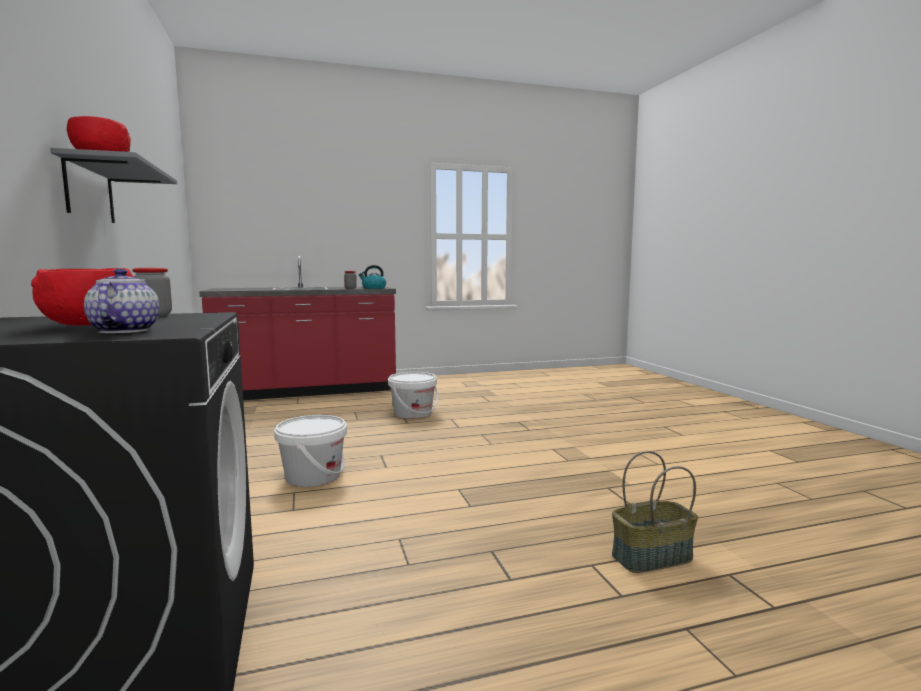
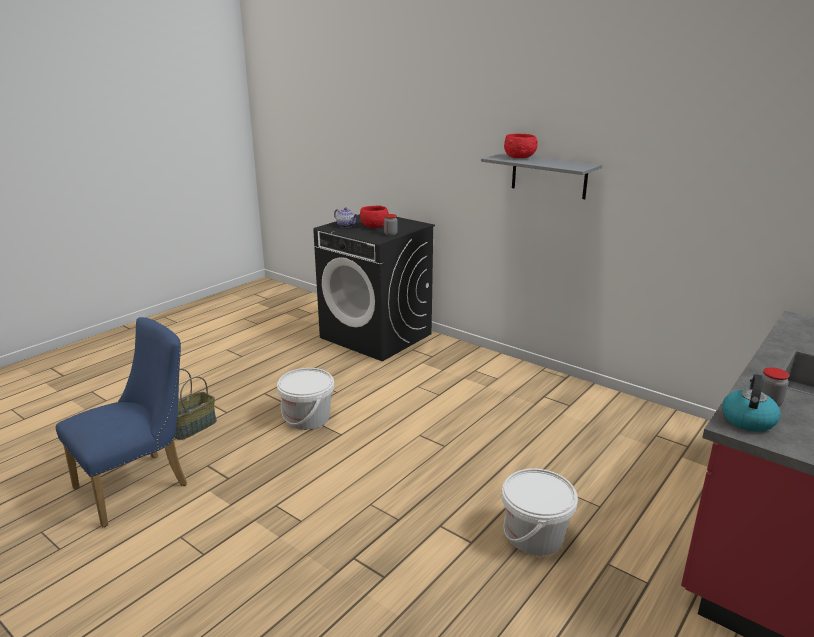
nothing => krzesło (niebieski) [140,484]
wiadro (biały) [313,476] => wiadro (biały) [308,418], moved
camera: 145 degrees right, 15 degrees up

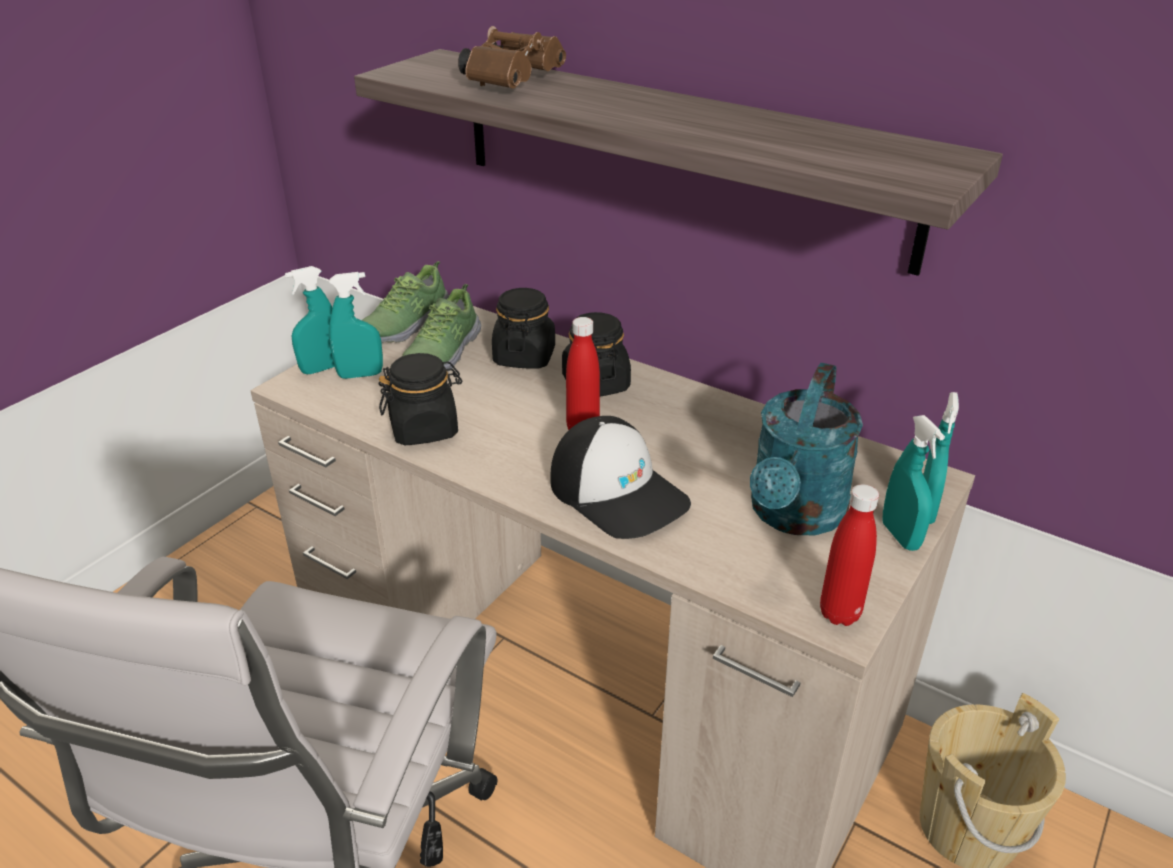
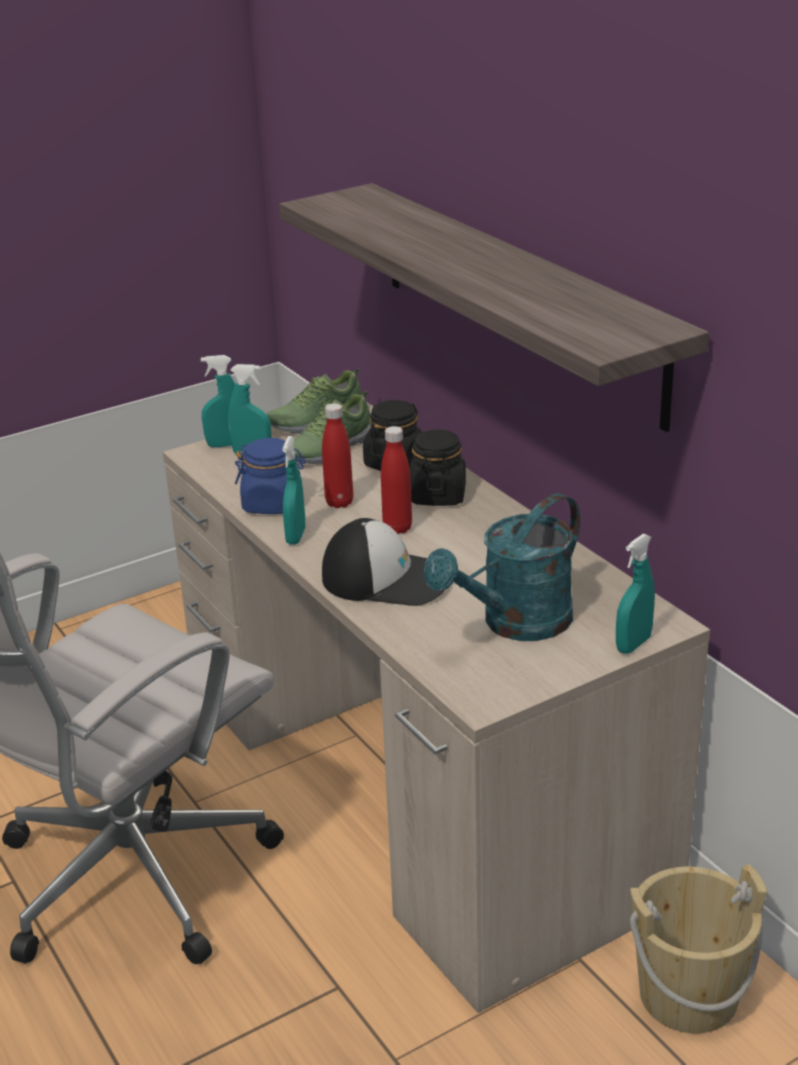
lornetka (brązowy) [514,81] => nothing
butelka (czerwony) [839,613] => butelka (czerwony) [339,502], moved
spryskiwacz (turkusowy) [900,536] => spryskiwacz (turkusowy) [296,536], moved
słoik (czarny) [424,429] => słoik (niebieski) [273,504]
czapka z daszkiem [618,492] => czapka z daszkiem [388,578], 60 degrees counterclockwise
camera: 25 degrees right, 5 degrees down

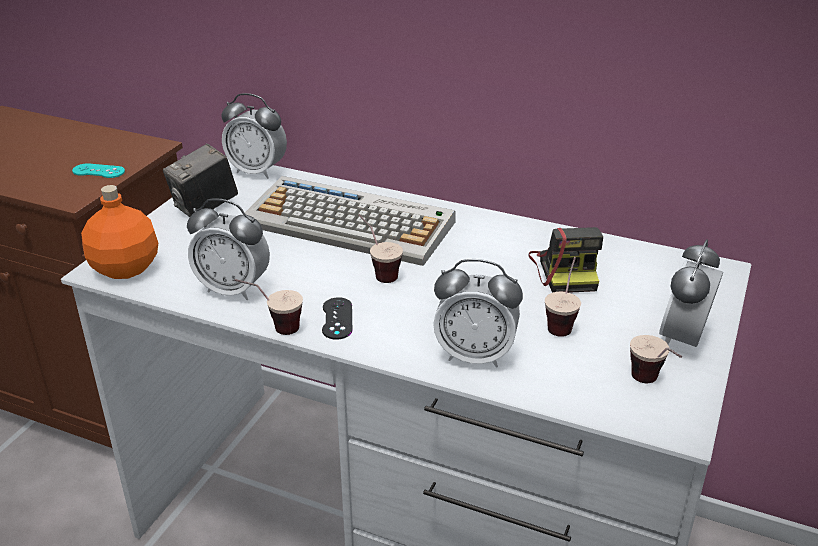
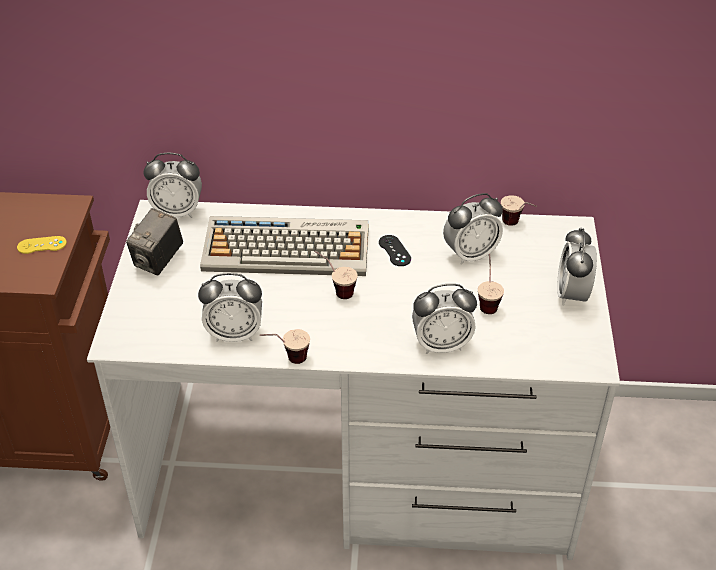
butelka (pomarańczowy) [124,267] => nothing
pad do gier (czarny) [337,318] => pad do gier (czarny) [394,251], moved
filiżanka [652,385] => filiżanka [517,226], moved
aparat fotograficzny [566,270] => budzik [470,254]
pad do gier (turkusowy) [98,171] => pad do gier (żółty) [42,245]
camera: 20 degrees left, 10 degrees up

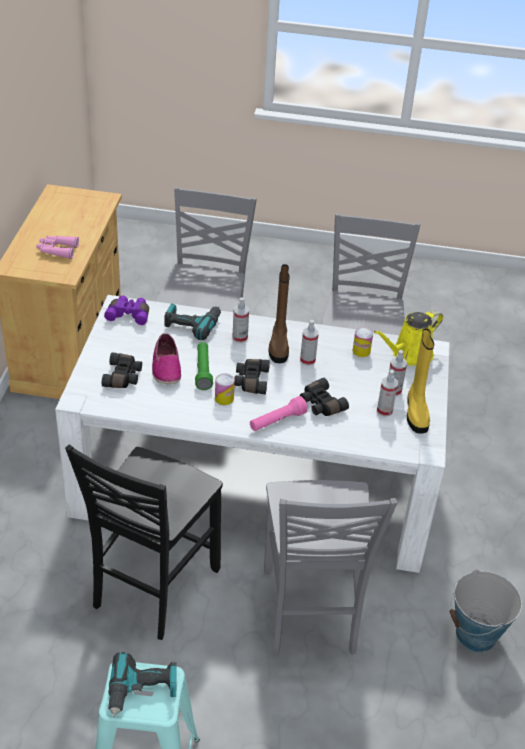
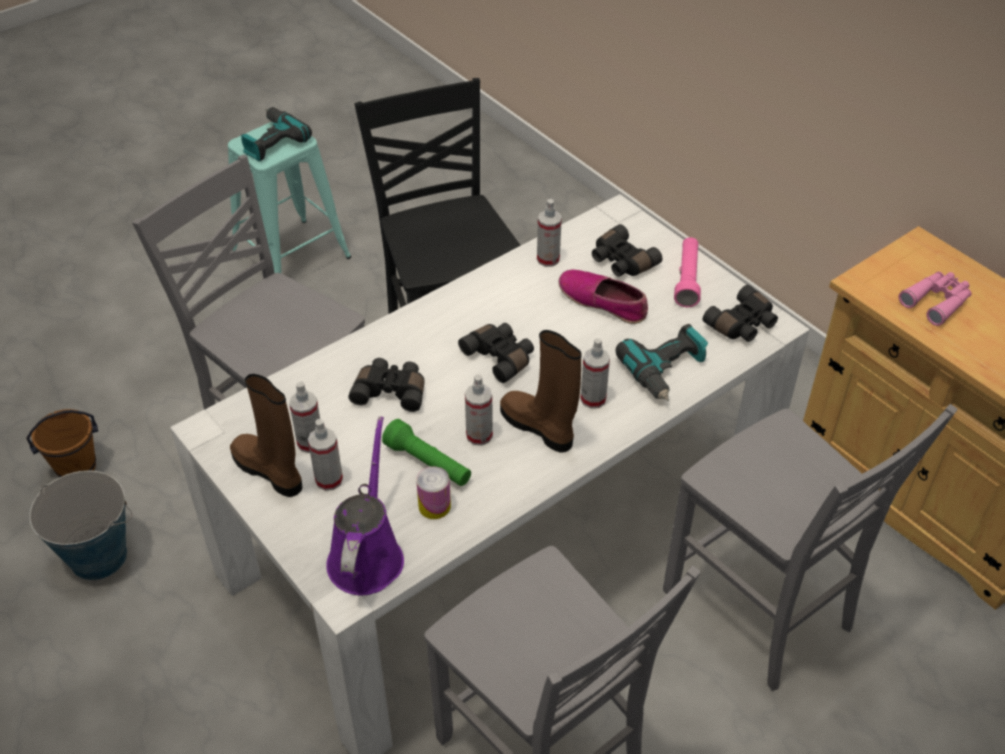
puszka [224,398] => nothing
nothing => wiadro (brązowy) [76,468]
nothing => spryskiwacz [548,259]
latarka (zielony) [203,371] => latarka (zielony) [428,463], moved
latarka (różowy) [277,421] => latarka (różowy) [687,279], moved
lornetka (fioletowy) [129,314] => lornetka (czarny) [742,325]
konewka (żółty) [409,355] => konewka (fioletowy) [367,555]
but z cholewką (żółty) [416,412] => but z cholewką (brązowy) [270,471]
camera: 135 degrees right, 5 degrees up

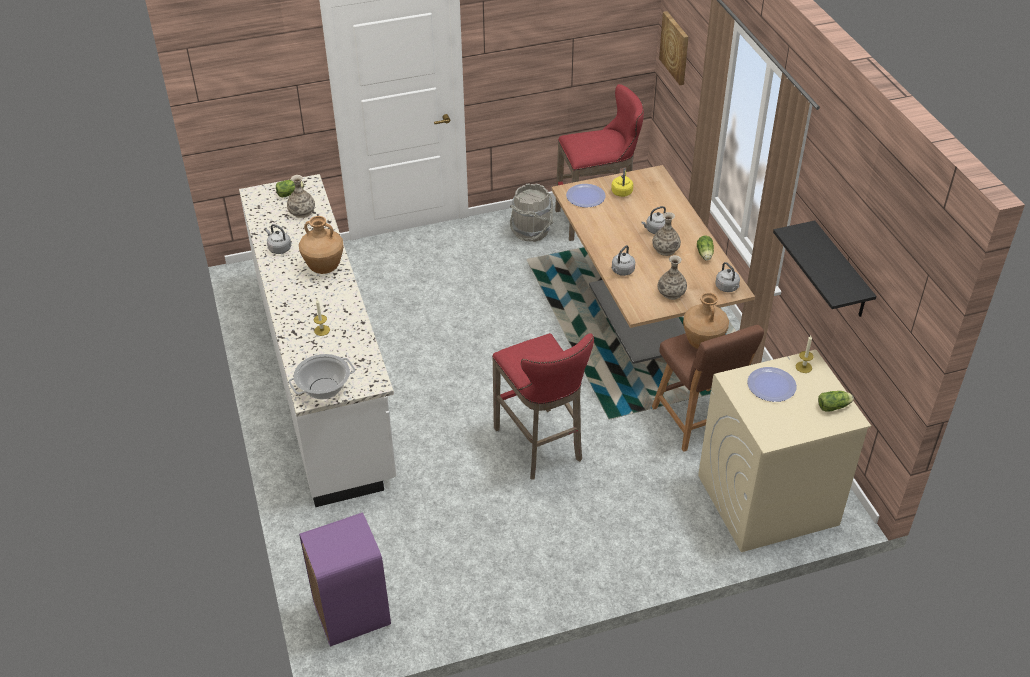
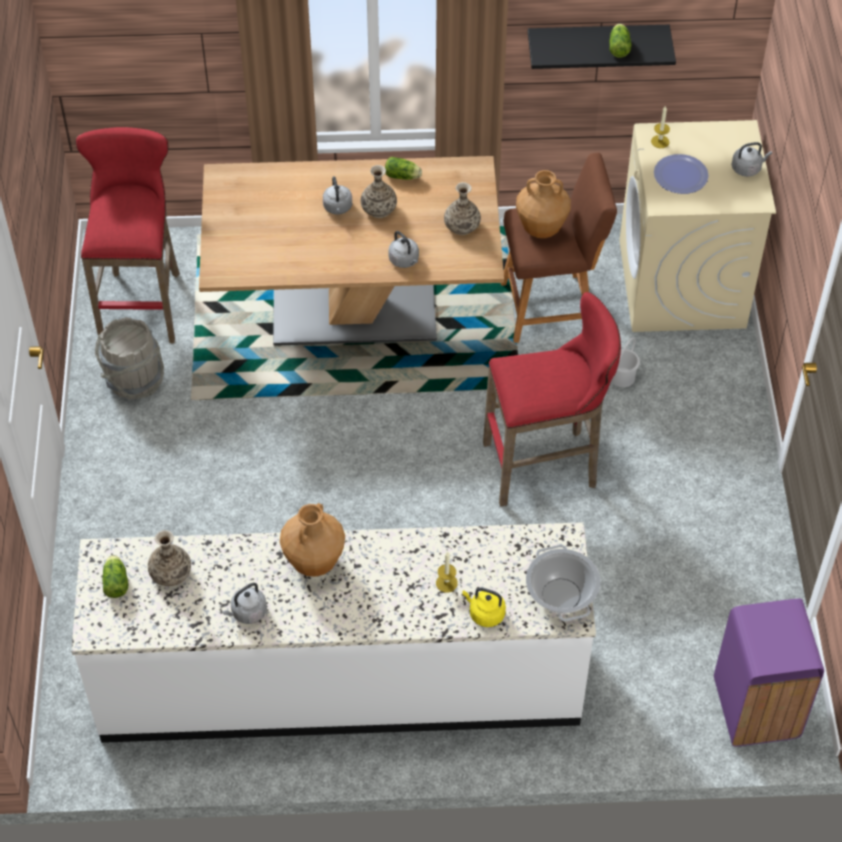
talerz [585,196] => nothing
obraz [675,47] => nothing
nothing => wiadro (biały) [622,377]
czajnik (żółty) [622,191] => czajnik (żółty) [485,614], moved
czajnik (szary) [727,288] => czajnik (szary) [747,168], moved
sałata [834,406] => sałata [619,46], moved
camera: 75 degrees left, 10 degrees up

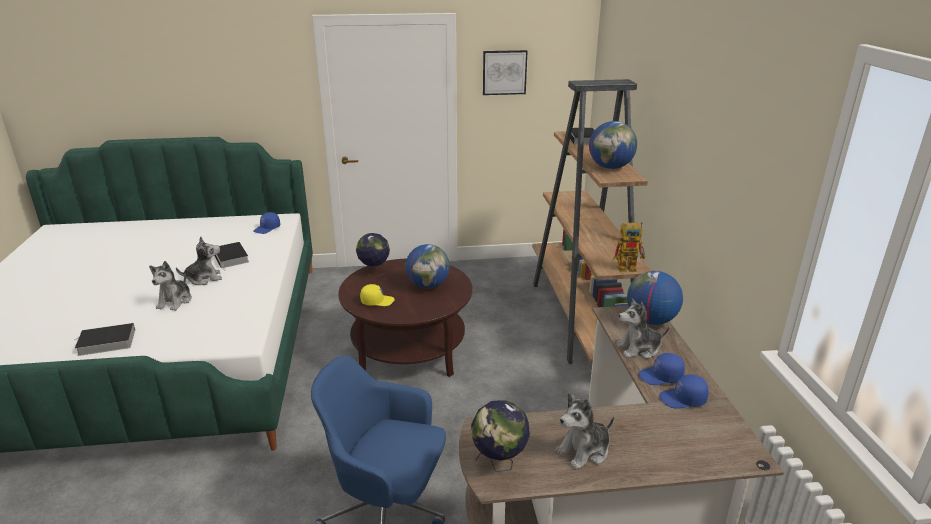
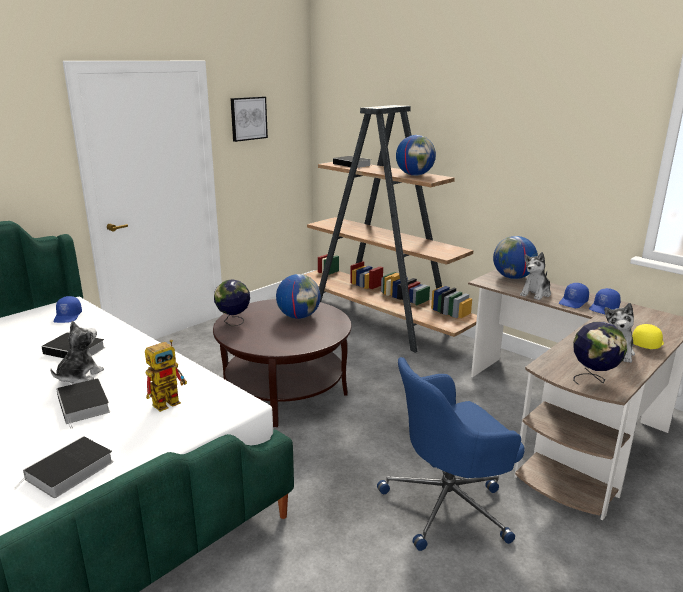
czapka z daszkiem (żółty) [377,301] => czapka z daszkiem (żółty) [646,343], moved
robot zabawkowy [630,267] => robot zabawkowy [170,401], moved
pluszak [175,301] => książka [84,405]
camera: 40 degrees left, 5 degrees down

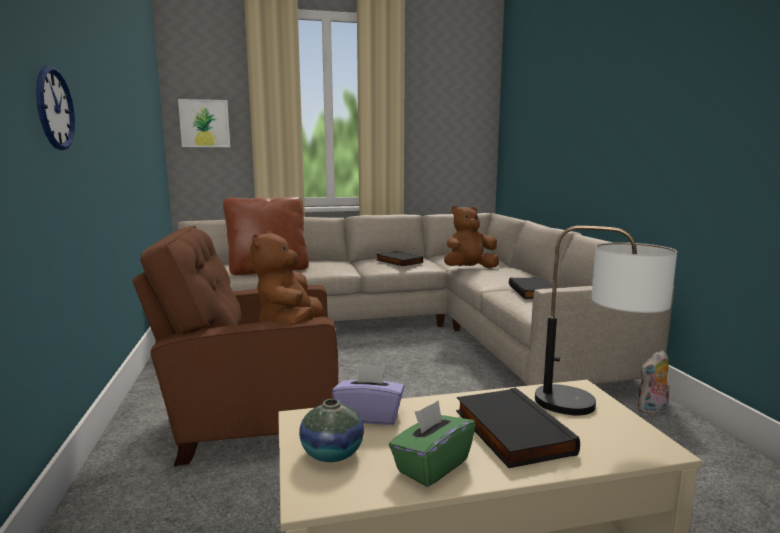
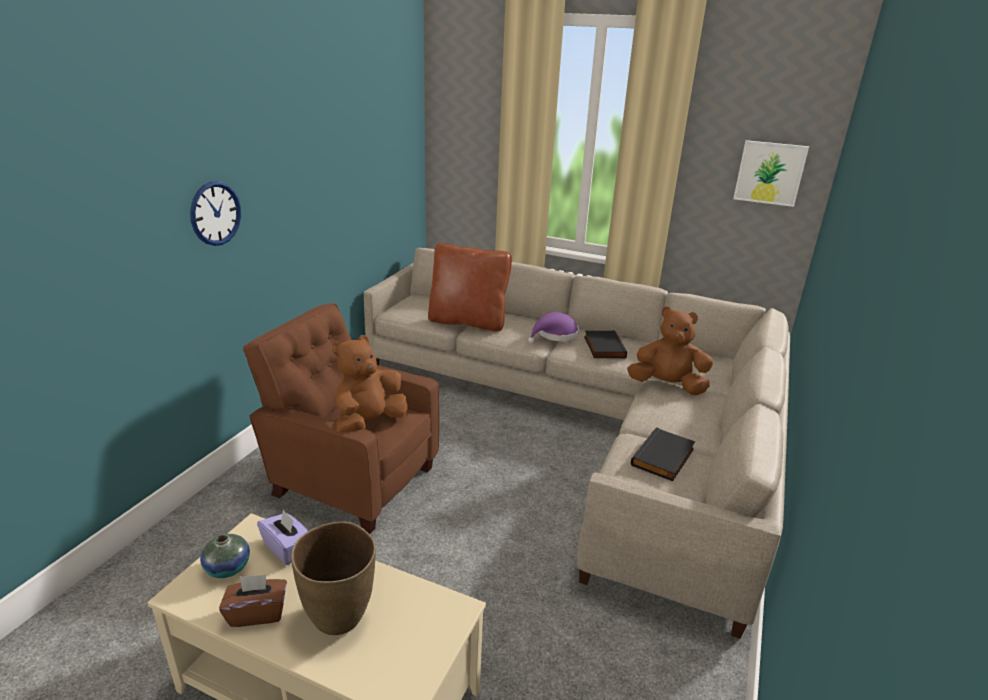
lampa stołowa [595,408] => nothing
pluszak [652,410] => nothing
nothing => kapelusz (fioletowy) [555,335]
obraz [204,123] => obraz [769,173], moved
książka (czarny) [509,432] => wazon (brązowy) [340,616]
pudełko chusteczek (zielony) [431,465] => pudełko chusteczek (brązowy) [257,613]
camera: 35 degrees right, 15 degrees up

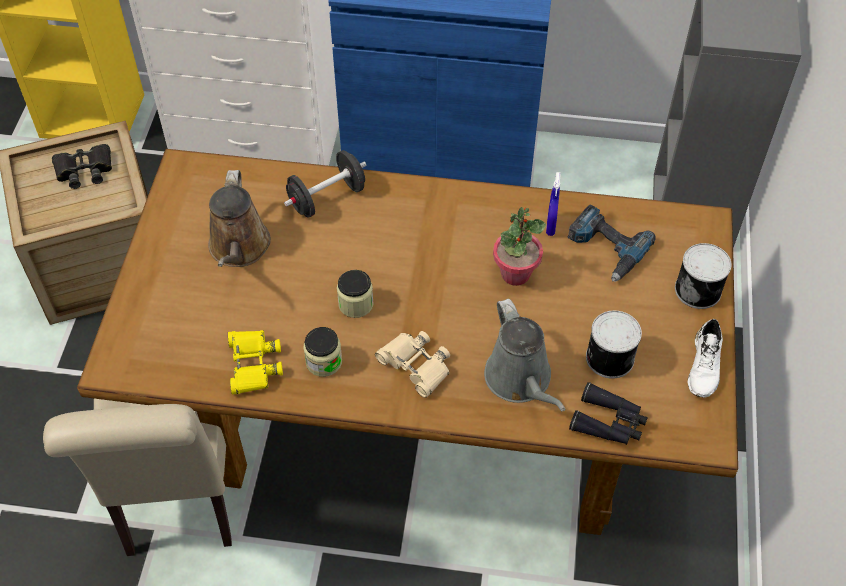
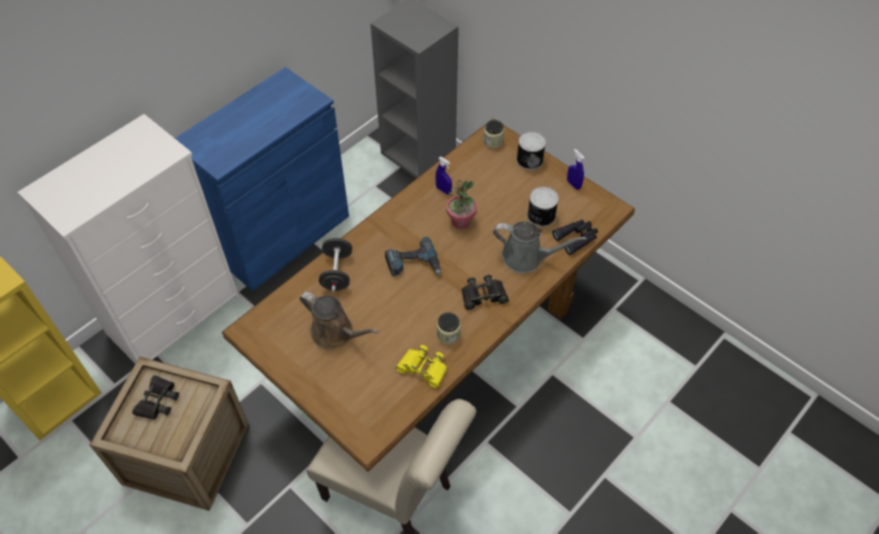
słoik [356,304] => słoik [493,141], moved
wiertarka [605,248] => wiertarka [413,264], moved
but (biały) [705,366] => spryskiwacz (niebieski) [573,184]
lornetka (beżowy) [415,365] => lornetka (czarny) [483,295]
camera: 55 degrees left, 0 degrees up

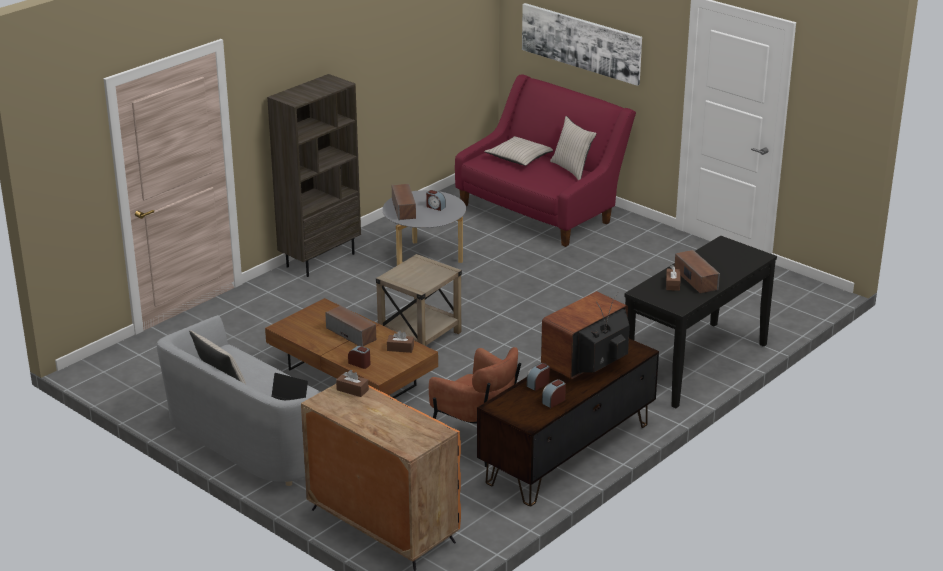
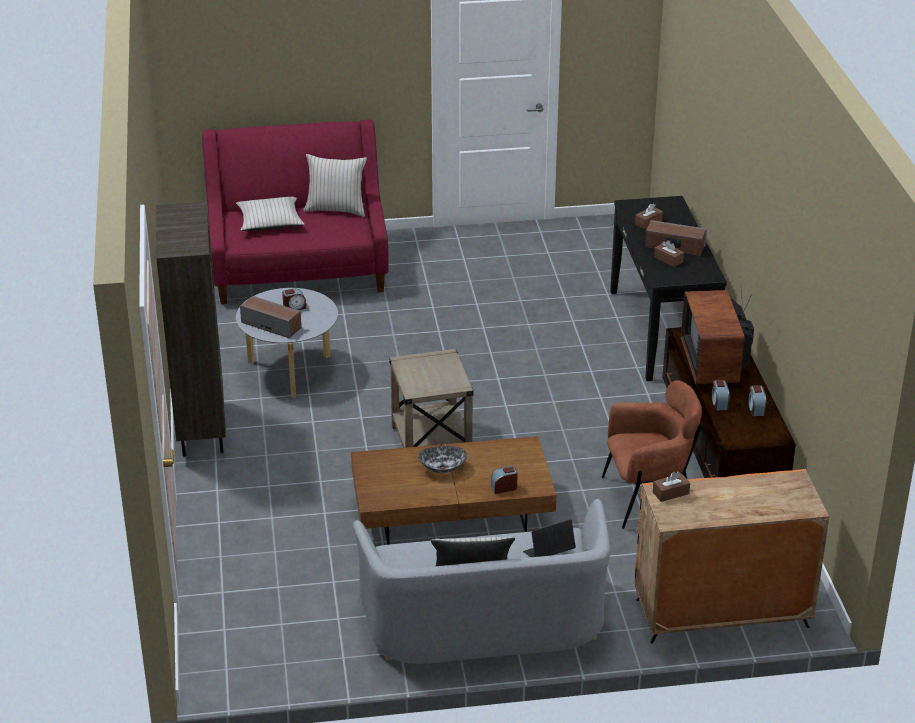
obraz [581,43] => nothing
pudełko chusteczek (brązowy) [400,348] => pudełko chusteczek (brązowy) [648,222], moved
głośnik [351,334] => miska [442,467]
camera: 50 degrees left, 5 degrees up

